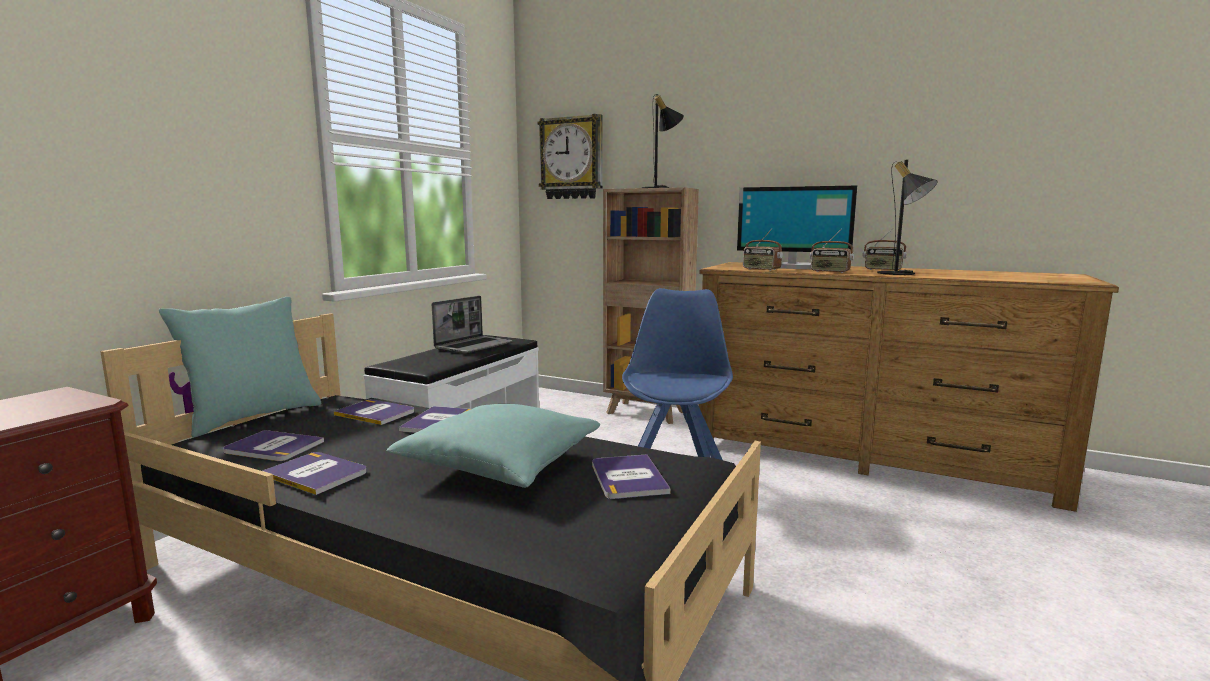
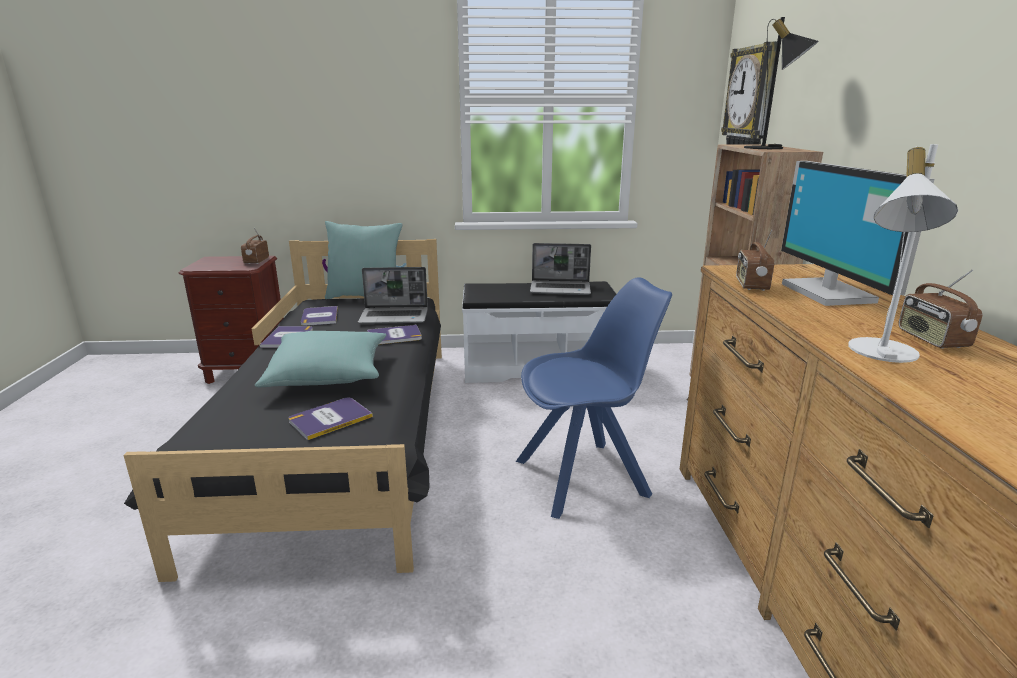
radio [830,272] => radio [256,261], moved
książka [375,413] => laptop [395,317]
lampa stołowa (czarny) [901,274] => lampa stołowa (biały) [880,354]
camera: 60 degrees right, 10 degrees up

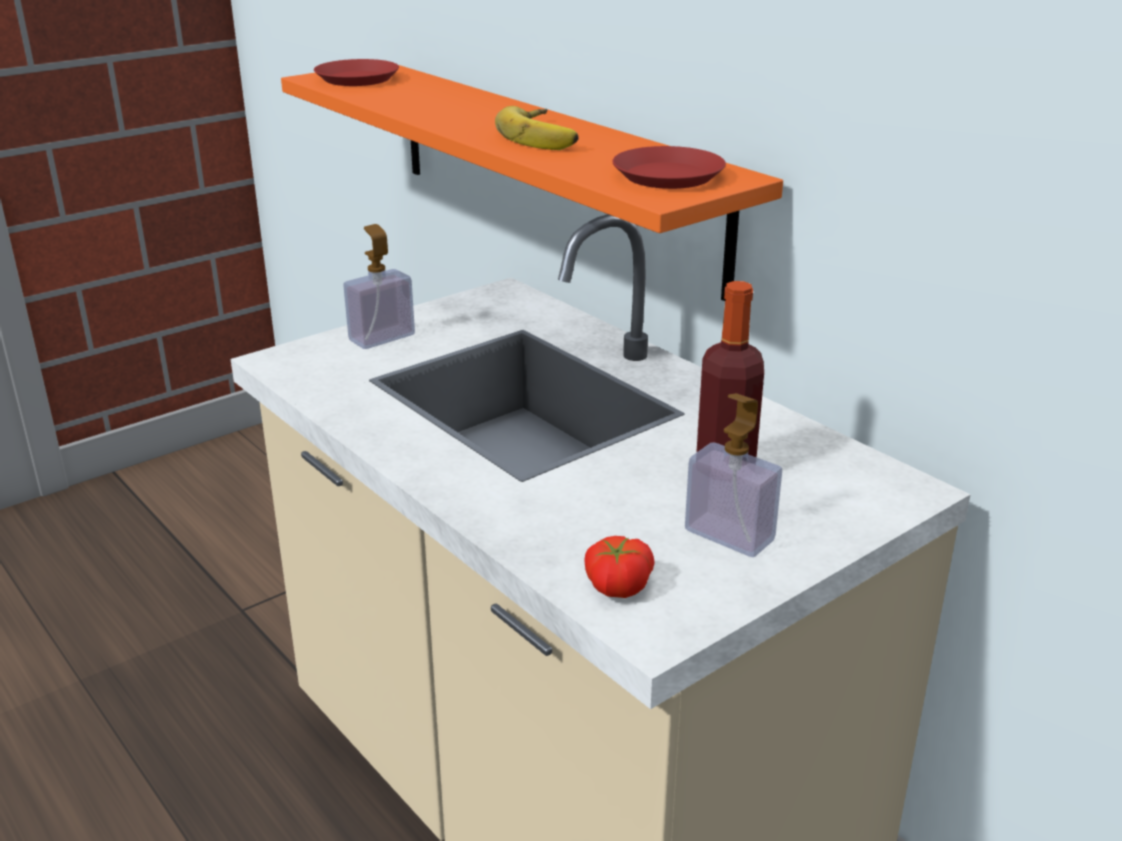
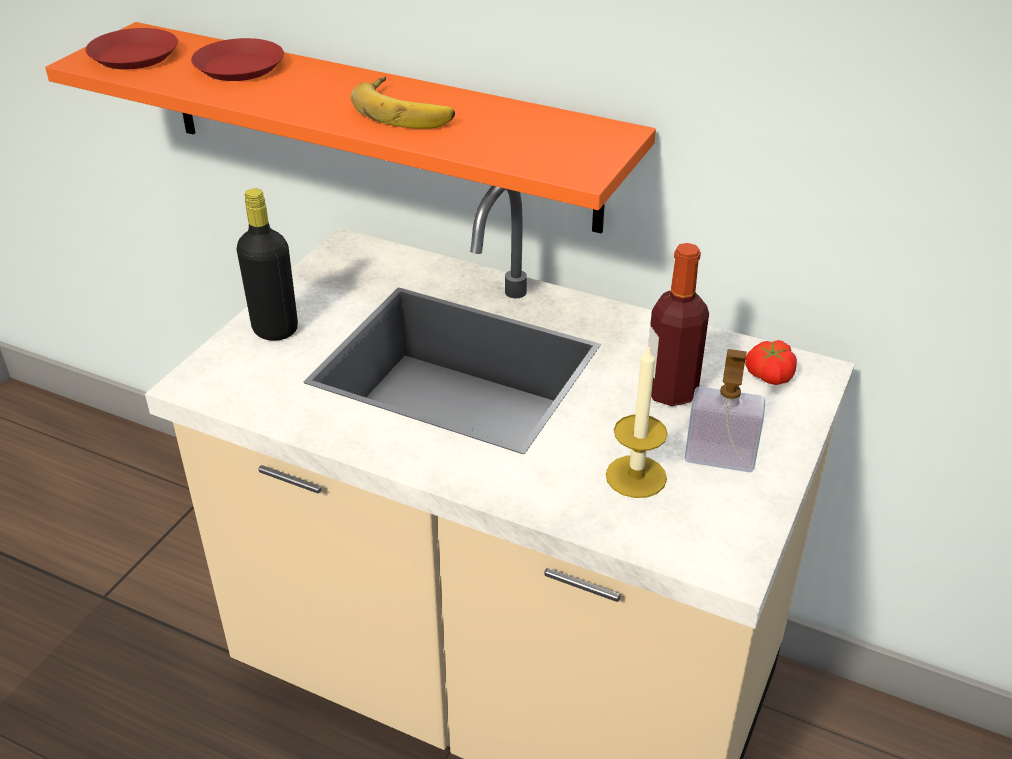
nothing => świeca [636,476]
pomidor [616,585] => pomidor [768,376], moved
talerz (czerwony) [667,176] => talerz (czerwony) [239,67], moved
dozownik mydła [382,337] => butelka (czarny) [275,329]
camera: 25 degrees left, 10 degrees up

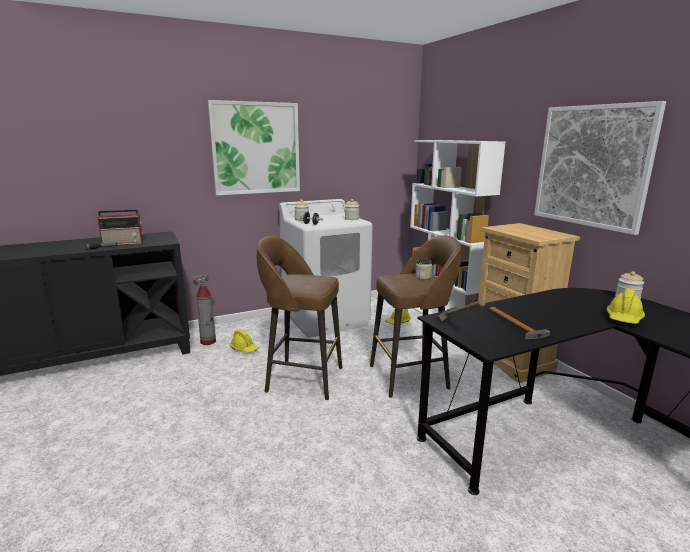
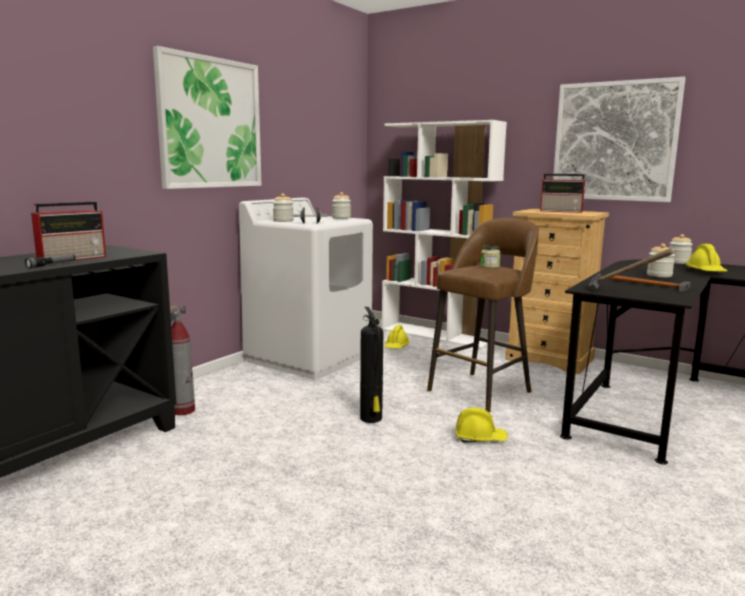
nothing => radio [562,211]
nothing => słoik [659,275]
kask (żółty) [244,349] => kask (żółty) [480,438], moved
stołek (brązowy) [302,379] => gaśnica [371,419]
camera: 30 degrees left, 5 degrees down

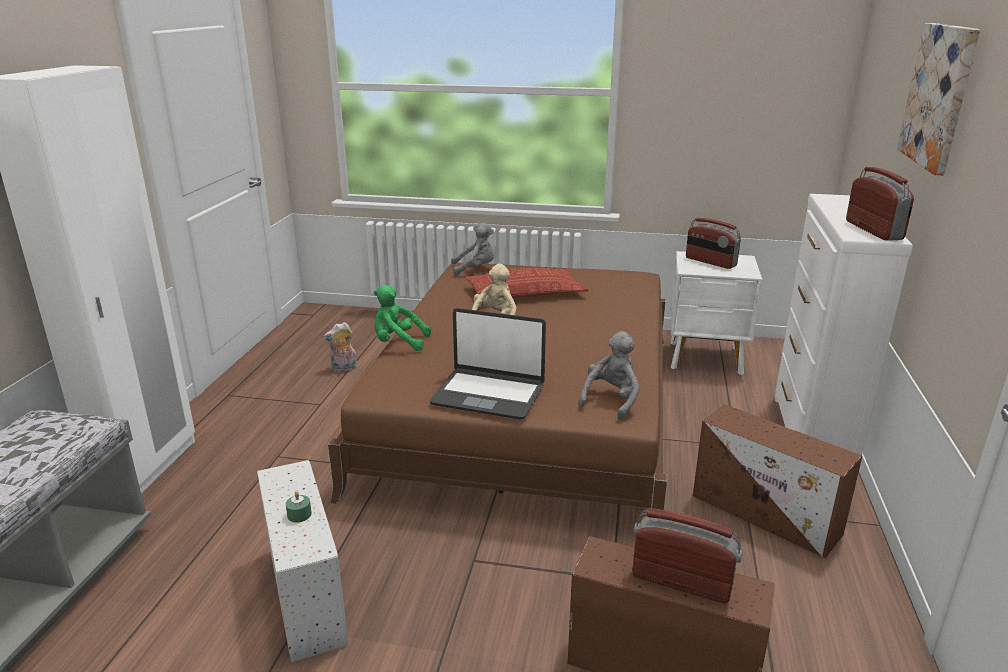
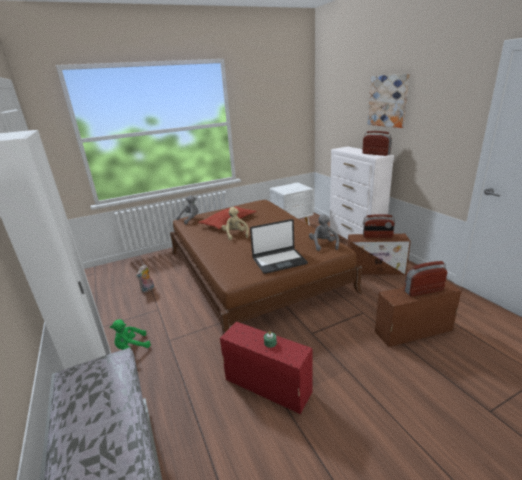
pluszak (zielony) [398,343] => pluszak (zielony) [132,347], moved
radio [710,262] => radio [377,236], moved
pojemnik do przechowywania (biały) [305,593] => pojemnik do przechowywania (czerwony) [266,385]
camera: 35 degrees left, 0 degrees up

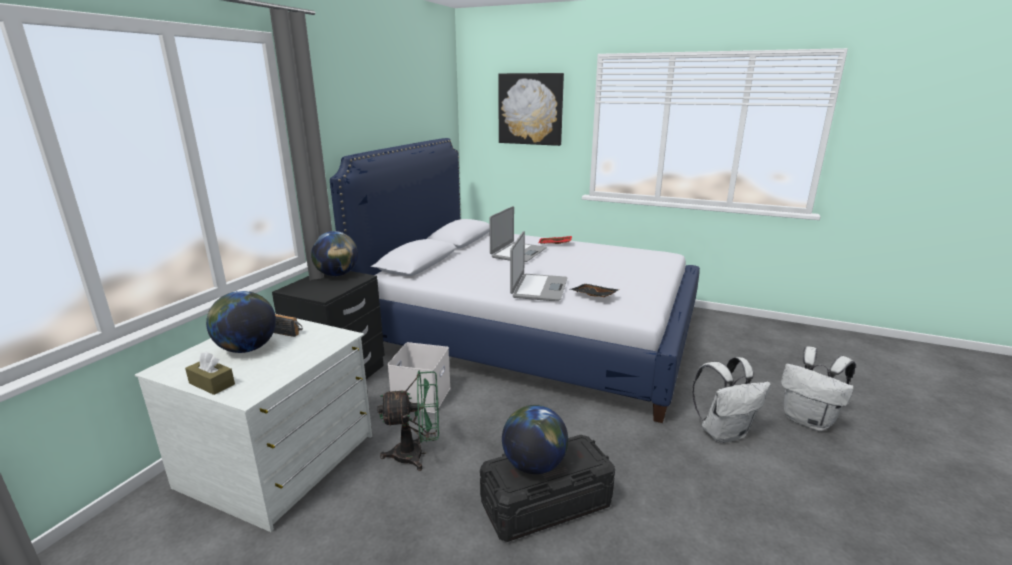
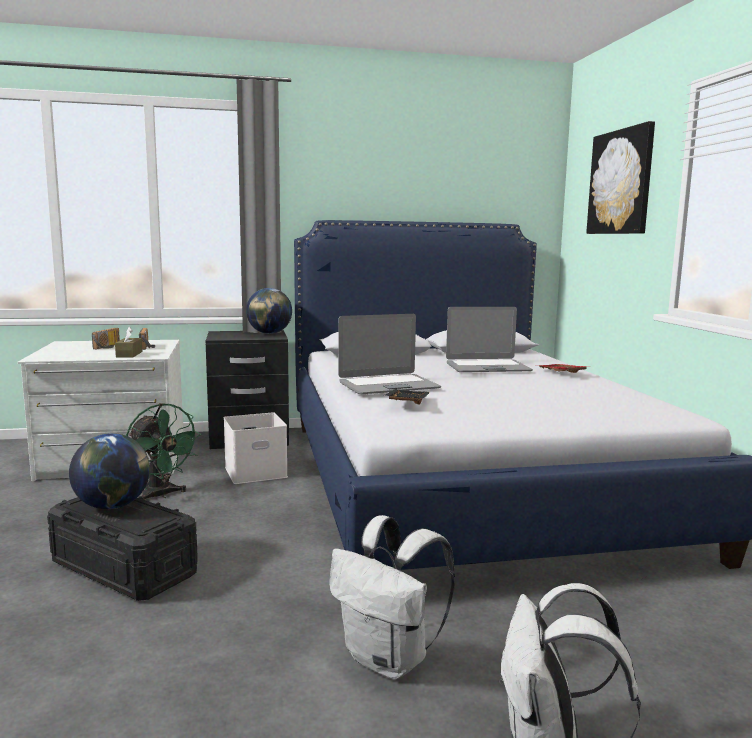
pudełko chusteczek (brązowy) [212,384] => pudełko chusteczek (brązowy) [129,354], moved
globus [247,349] => radio [109,347]
camera: 55 degrees right, 10 degrees down

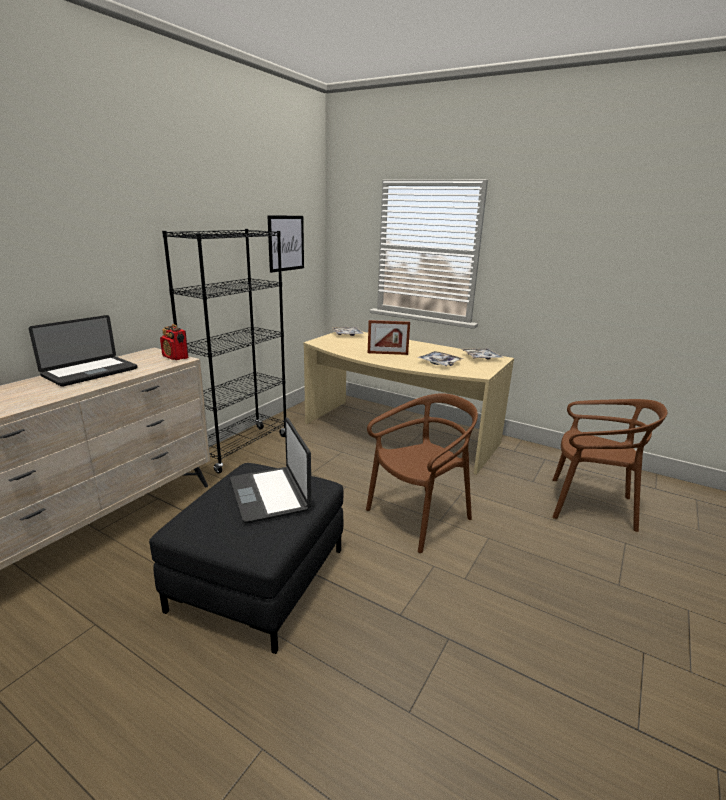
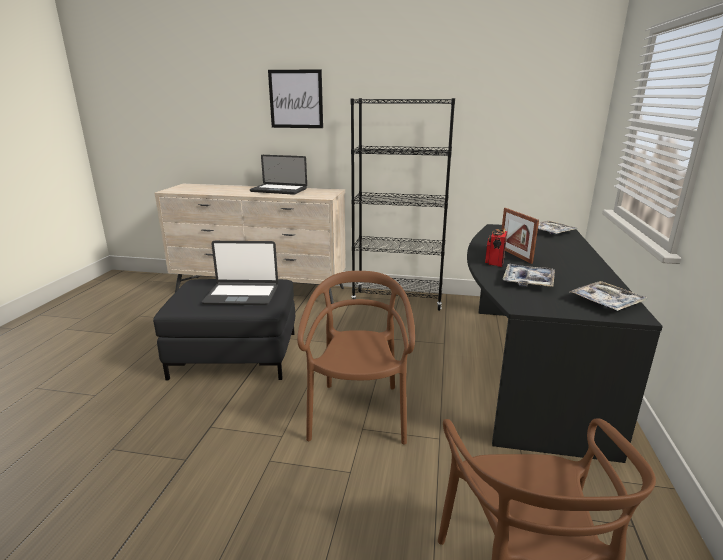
radio [175,357] => radio [494,262], moved
obraz [286,243] => obraz [296,99], moved
biurko (beżowy) [397,434] => biurko (czarny) [525,367]
laptop [270,494] => laptop [242,295], 135 degrees counterclockwise
krzesło (brązowy) [419,517] => krzesło (brązowy) [358,413], 120 degrees counterclockwise
camera: 70 degrees right, 0 degrees up

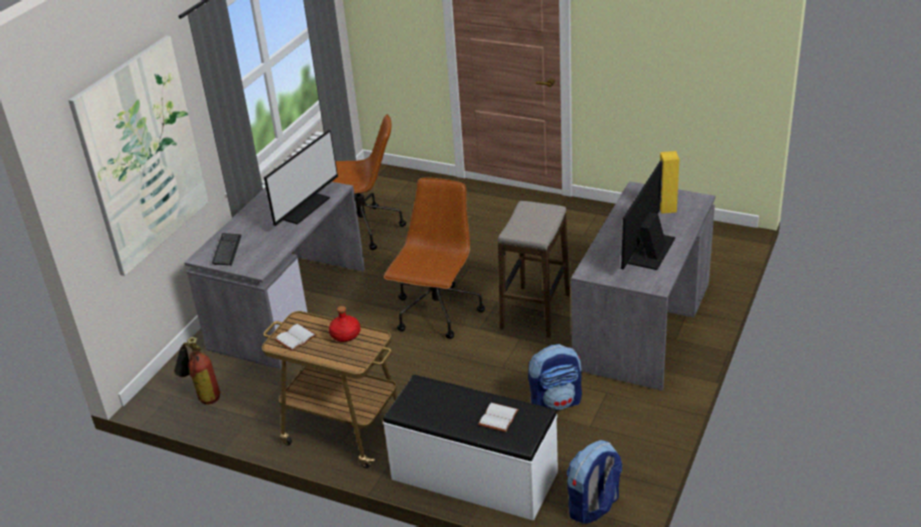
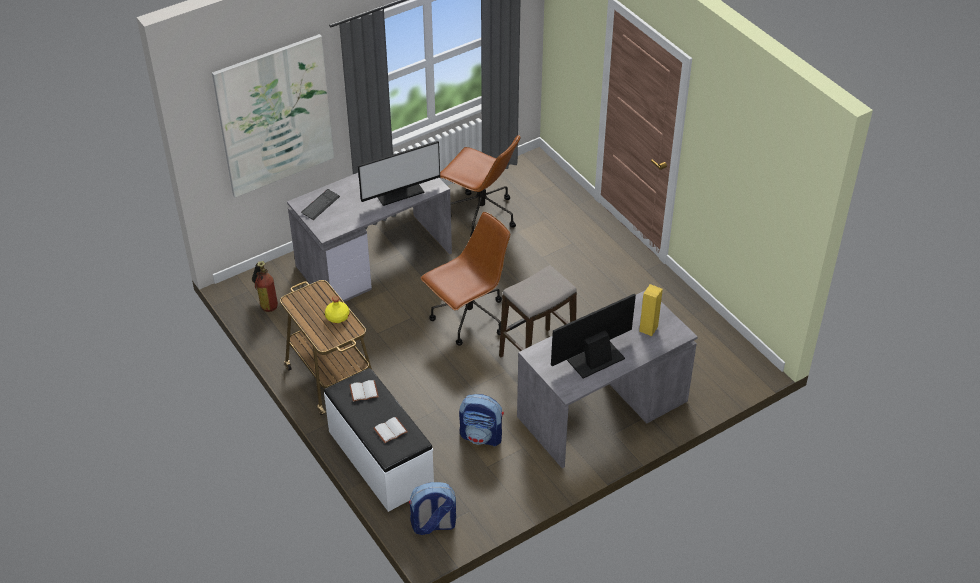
książka (biały) [295,337] => książka (biały) [364,391], moved
butelka (czerwony) [345,335] => butelka (żółty) [337,316]
camera: 30 degrees right, 10 degrees up

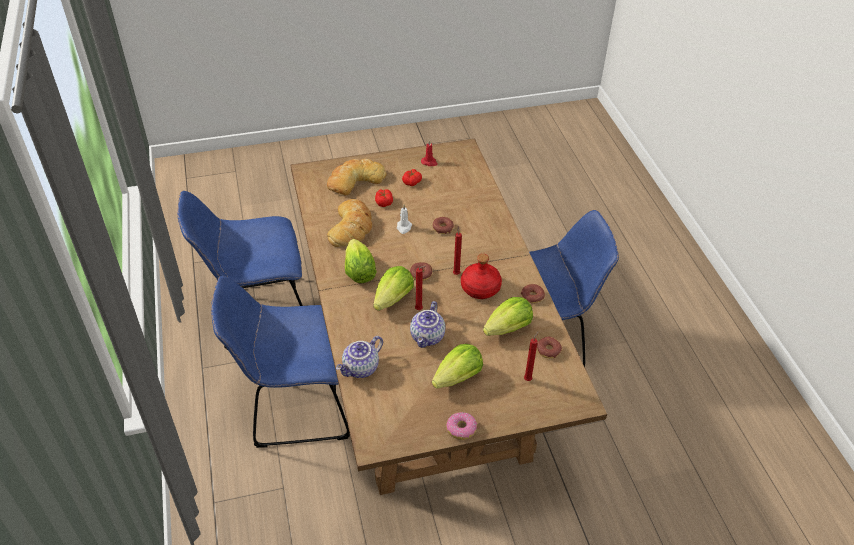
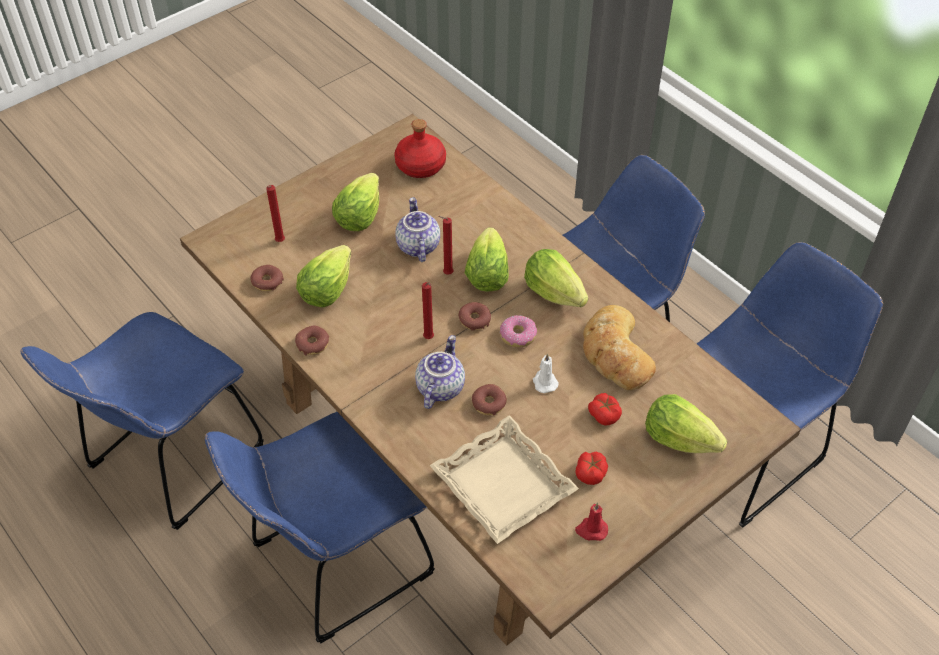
nothing => krzesło (niebieski) [170,463]
nothing => taca (beżowy) [502,485]
imbryk [361,369] => imbryk [439,387], moved
donut [461,429] => donut [517,336], moved
butelka (czerwony) [480,288] => butelka (czerwony) [420,165], moved
chleb [355,180] => sałata [679,438]
camera: 155 degrees right, 5 degrees up

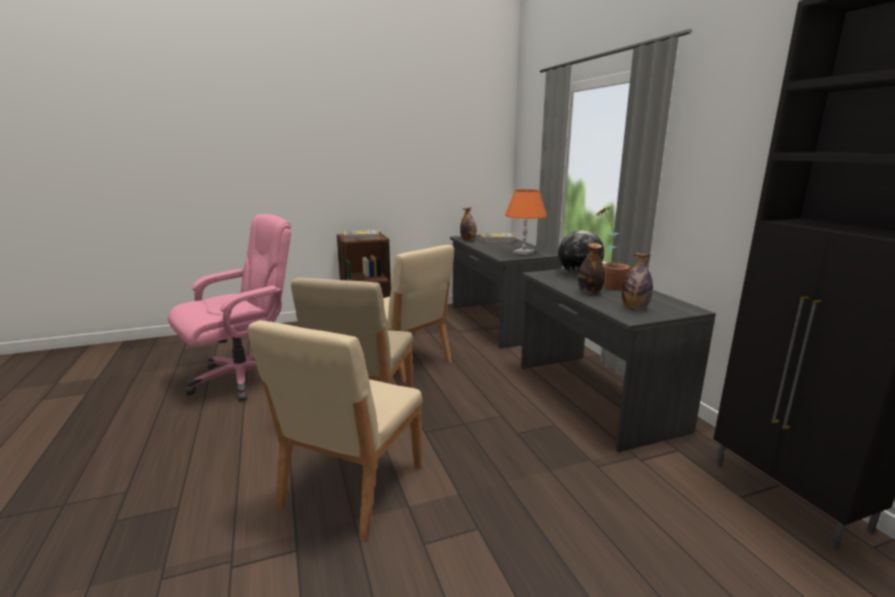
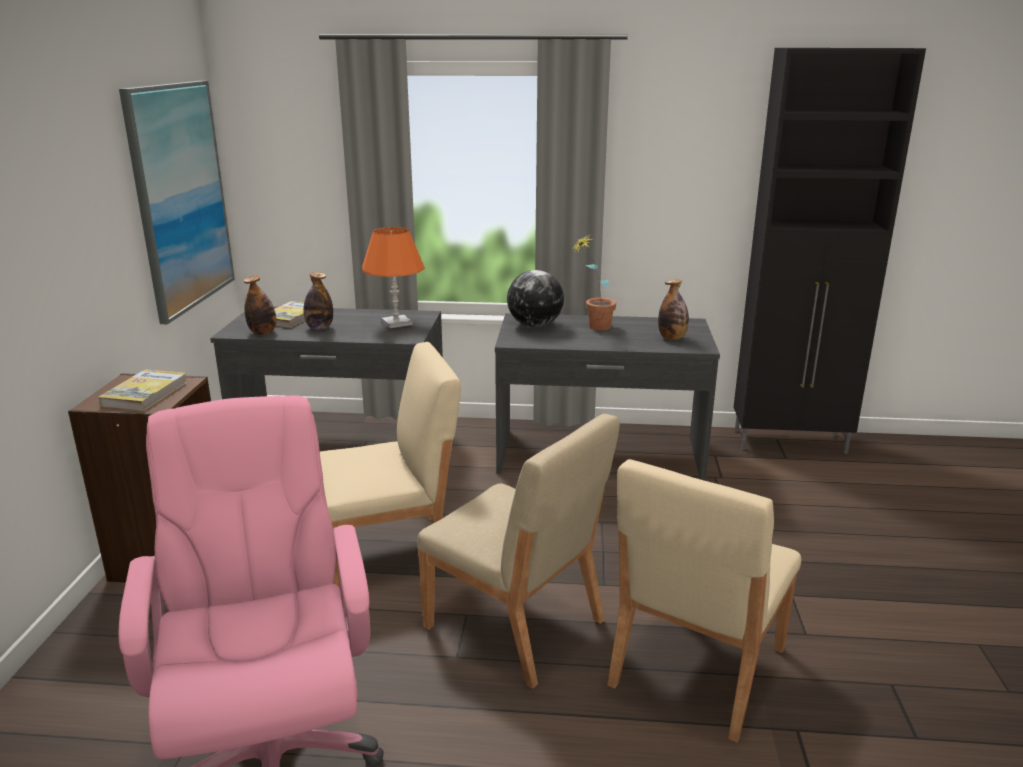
nothing => obraz [180,197]
butelka [589,293] => butelka [319,328], moved
krzesło (beżowy) [351,487] => krzesło (beżowy) [696,668], 75 degrees clockwise
camera: 65 degrees left, 5 degrees up

